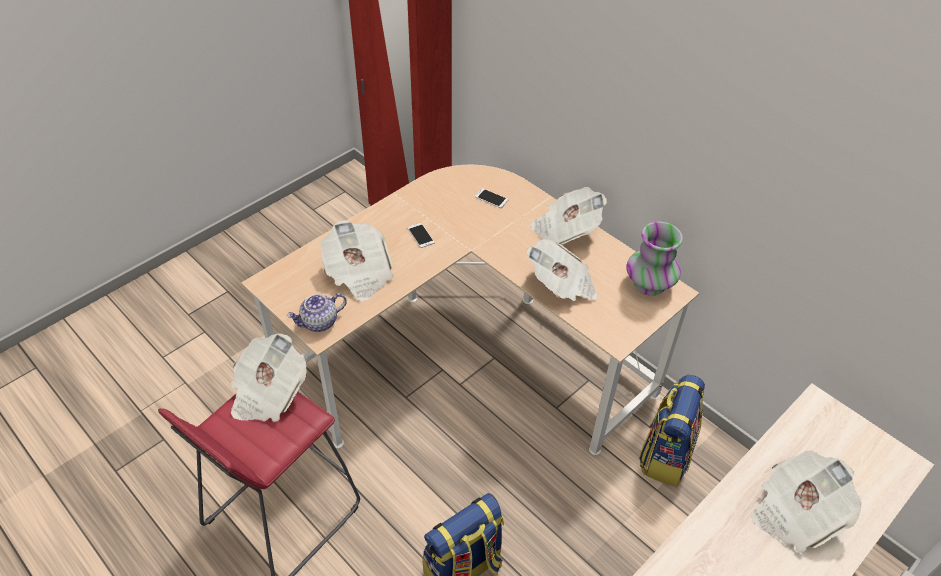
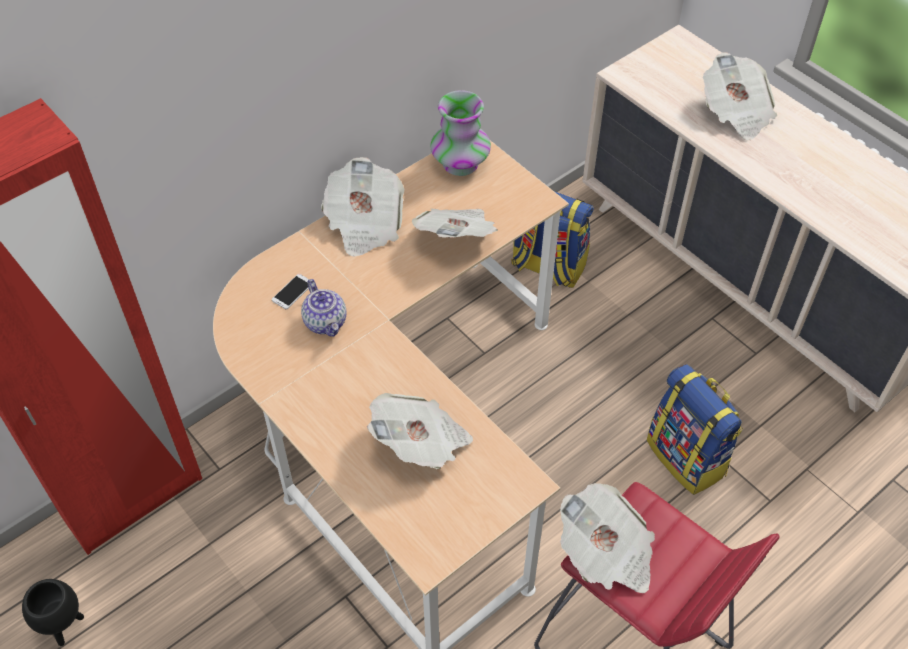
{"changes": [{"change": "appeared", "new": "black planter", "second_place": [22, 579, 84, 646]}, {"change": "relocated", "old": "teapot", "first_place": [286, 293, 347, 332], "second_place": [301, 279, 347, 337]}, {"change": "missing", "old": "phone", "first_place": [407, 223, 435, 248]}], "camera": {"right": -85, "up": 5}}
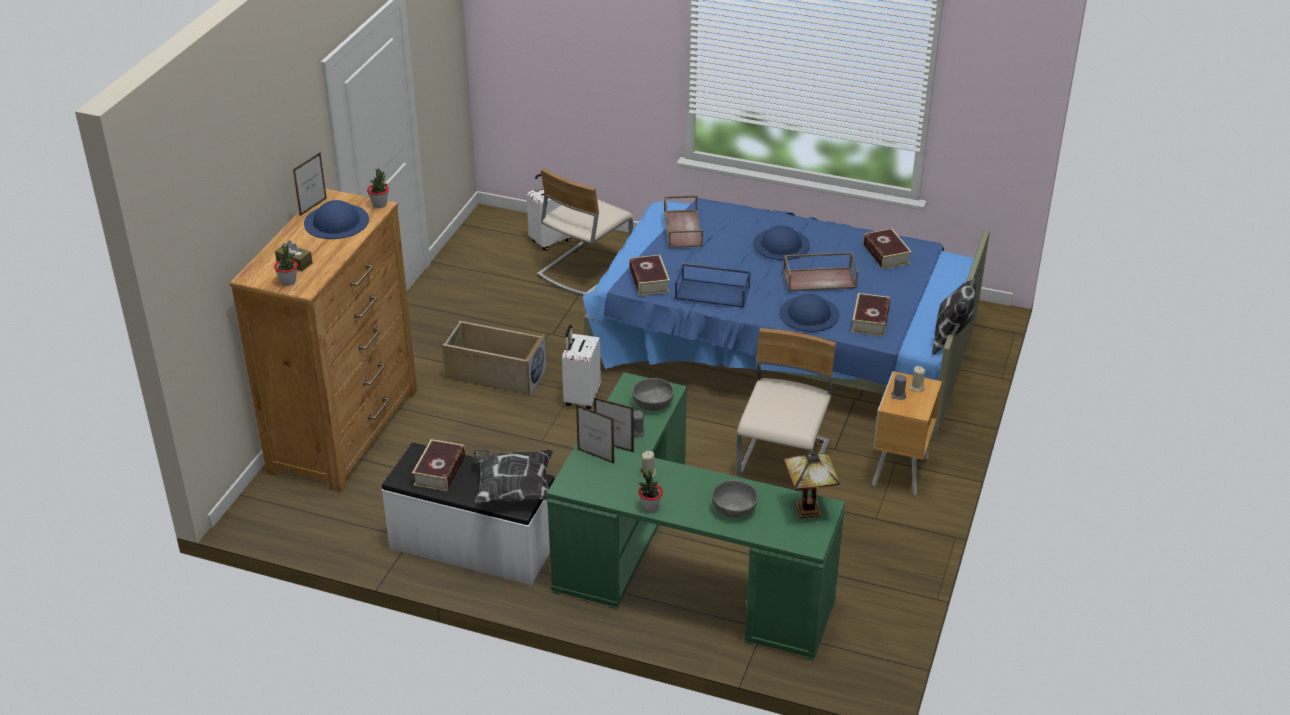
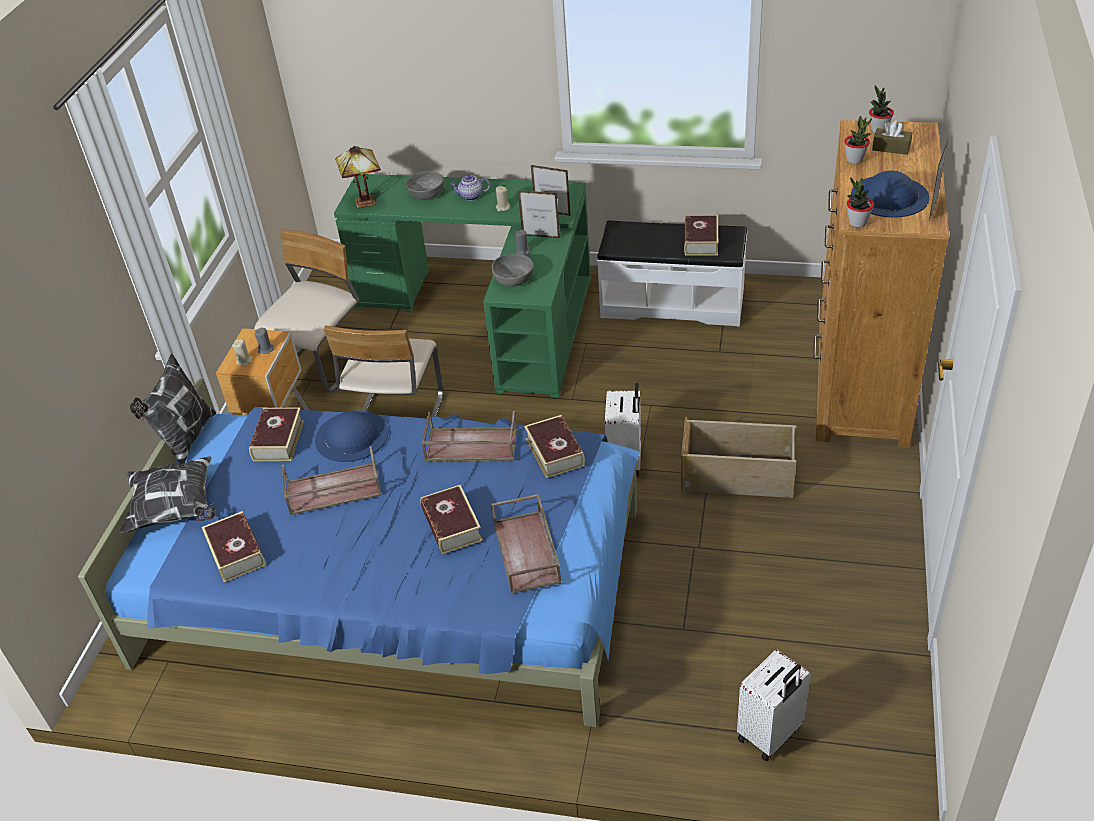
{"changes": [{"change": "relocated", "old": "pillow", "first_place": [473, 450, 553, 503], "second_place": [120, 456, 216, 533]}, {"change": "relocated", "old": "beige chair", "first_place": [537, 168, 634, 296], "second_place": [254, 229, 360, 392]}, {"change": "appeared", "new": "book", "second_place": [420, 485, 483, 554]}, {"change": "colour", "old": "blue tray", "new": "brown tray", "first_place": [675, 263, 751, 308], "second_place": [421, 411, 518, 461]}, {"change": "appeared", "new": "teapot", "second_place": [450, 175, 490, 201]}, {"change": "relocated", "old": "potted plant", "first_place": [639, 468, 663, 512], "second_place": [844, 116, 872, 164]}, {"change": "missing", "old": "blue hat", "first_place": [753, 225, 810, 260]}], "camera": {"right": 175, "up": 5}}
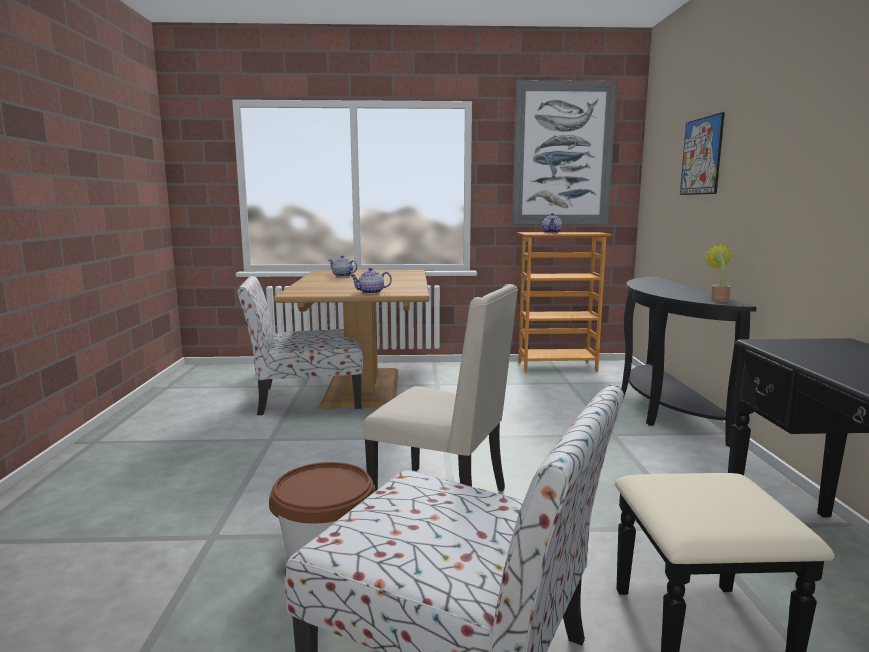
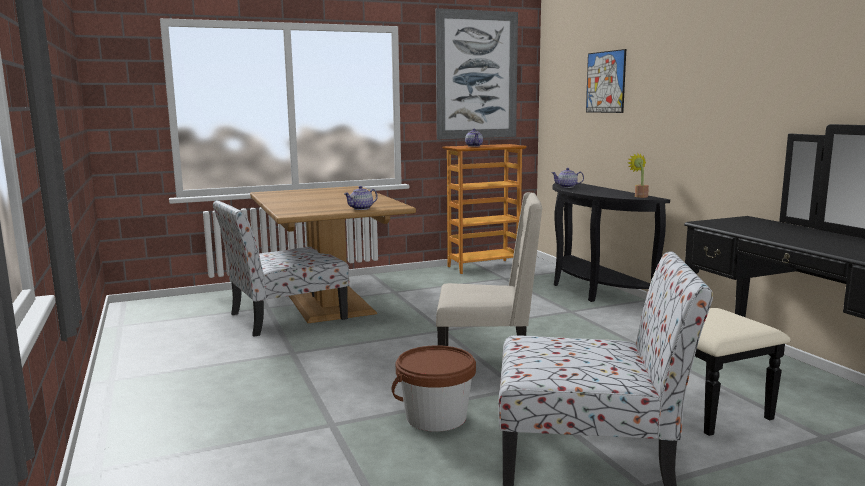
{"changes": [{"change": "relocated", "old": "teapot", "first_place": [329, 255, 357, 277], "second_place": [551, 168, 584, 188]}], "camera": {"right": -20, "up": 0}}
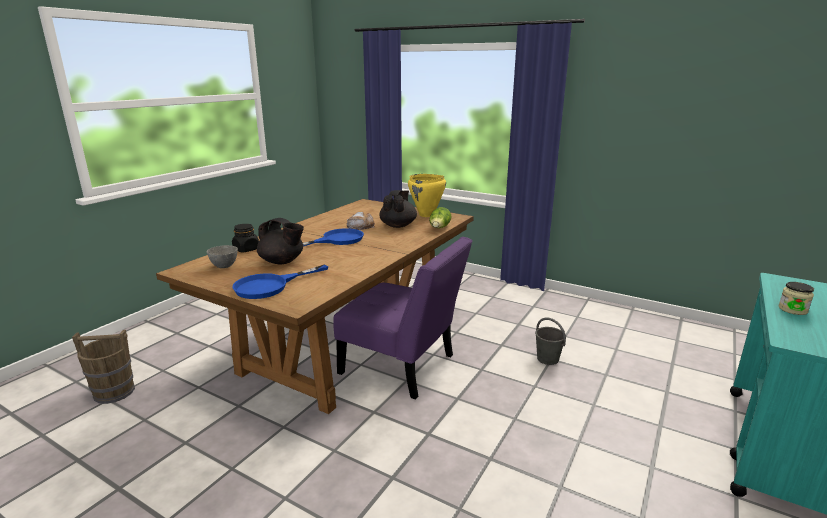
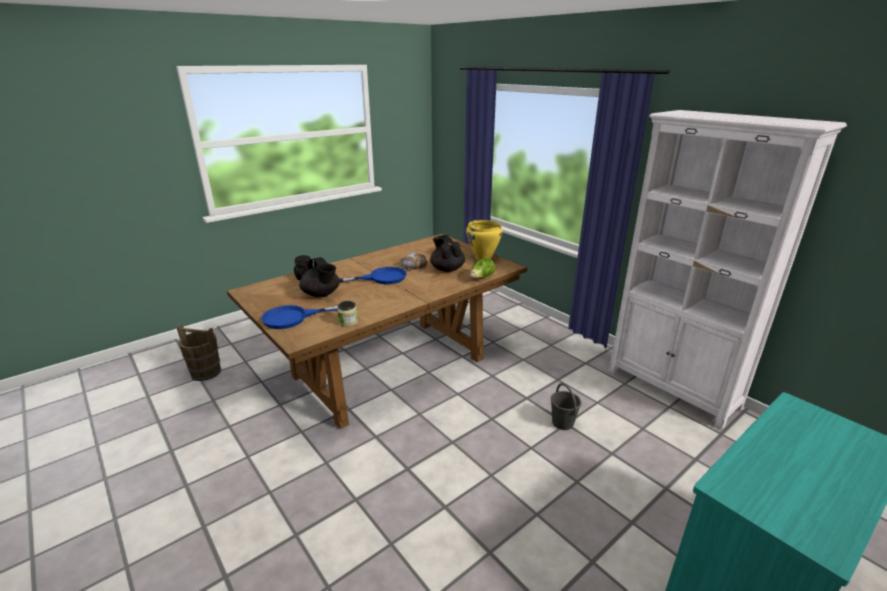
{"changes": [{"change": "relocated", "old": "jar", "first_place": [778, 282, 814, 315], "second_place": [337, 301, 358, 327]}, {"change": "spun", "old": "black teapot", "first_place": [379, 190, 417, 228], "second_place": [430, 235, 465, 272], "degrees": -60}, {"change": "appeared", "new": "white bookcase", "second_place": [608, 110, 847, 429]}, {"change": "missing", "old": "grey bowl", "first_place": [207, 245, 238, 268]}, {"change": "missing", "old": "purple chair", "first_place": [334, 237, 472, 400]}], "camera": {"right": 20, "up": 5}}
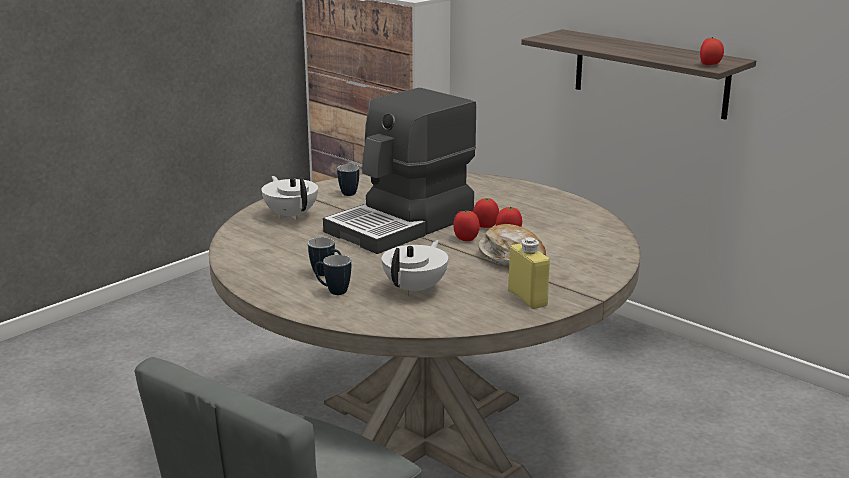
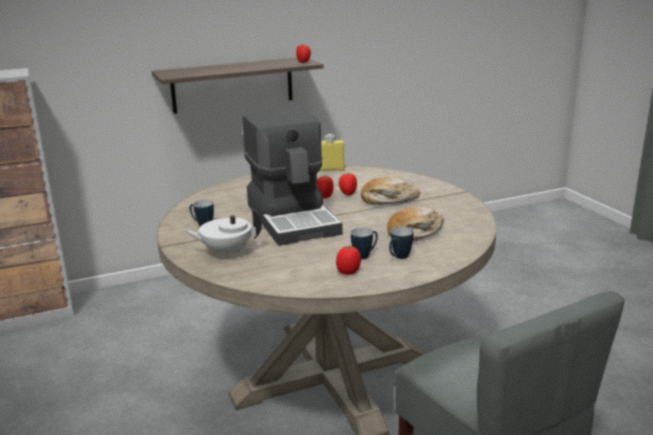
{"changes": [{"change": "relocated", "old": "yellow bottle", "first_place": [508, 237, 550, 309], "second_place": [319, 134, 345, 171]}, {"change": "relocated", "old": "tomato", "first_place": [453, 210, 480, 241], "second_place": [336, 246, 361, 275]}, {"change": "exchanged", "old": "white teapot", "new": "bread", "first_place": [382, 240, 448, 296], "second_place": [387, 206, 444, 241]}], "camera": {"right": -65, "up": 0}}
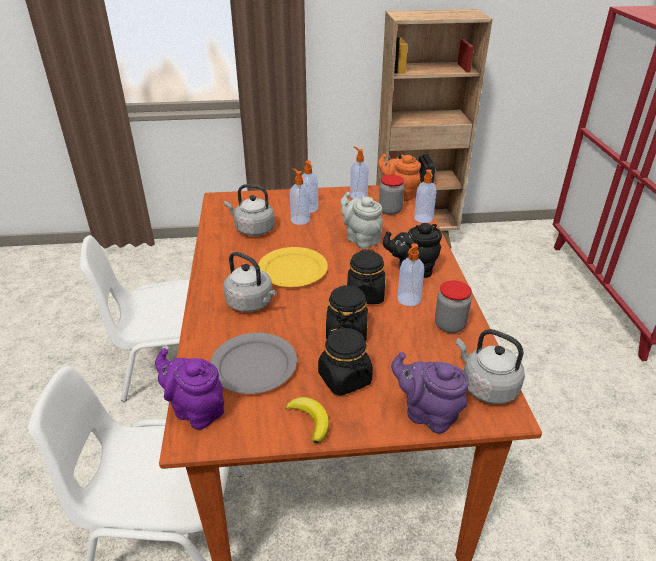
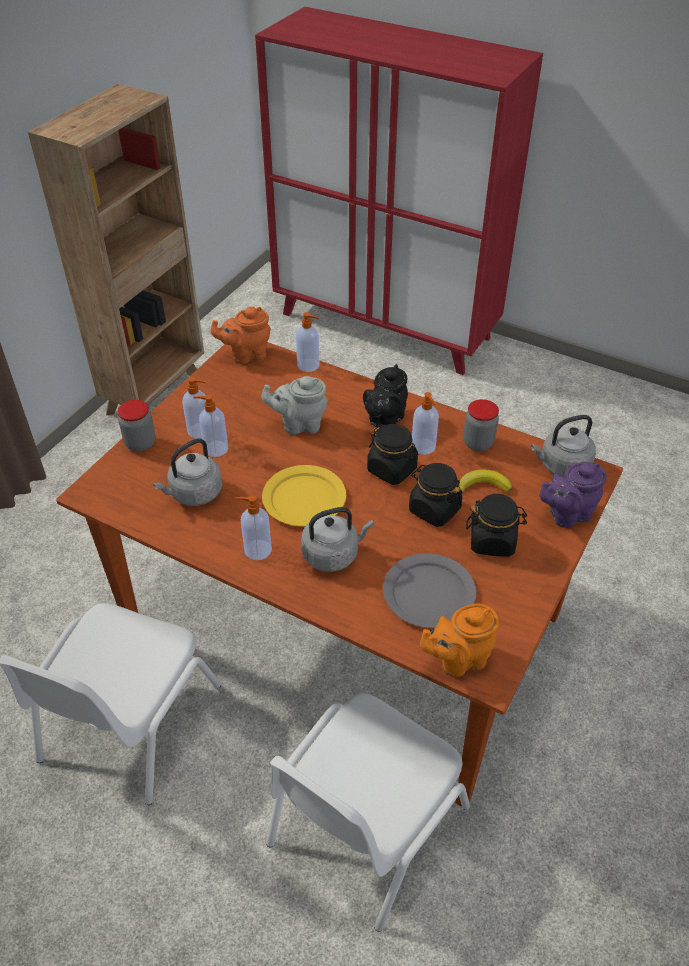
{"changes": [{"change": "relocated", "old": "jar", "first_place": [379, 175, 405, 215], "second_place": [118, 400, 156, 452]}, {"change": "relocated", "old": "soap dispenser", "first_place": [350, 146, 369, 200], "second_place": [235, 495, 272, 560]}, {"change": "colour", "old": "purple teapot", "new": "orange teapot", "first_place": [155, 348, 224, 430], "second_place": [420, 604, 499, 677]}, {"change": "relocated", "old": "banana", "first_place": [285, 397, 329, 443], "second_place": [459, 469, 512, 493]}], "camera": {"right": -55, "up": 10}}
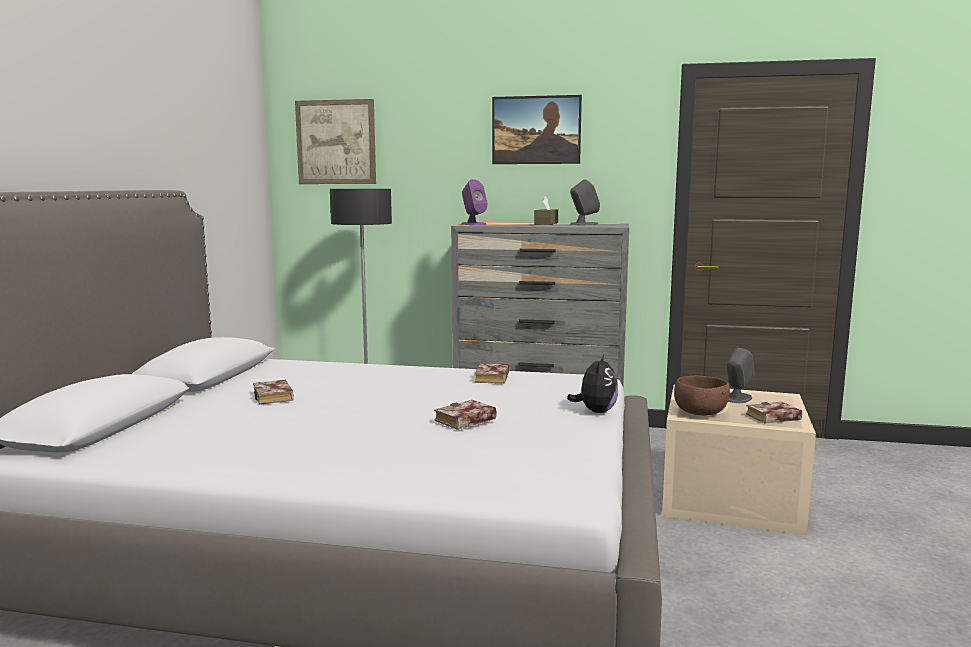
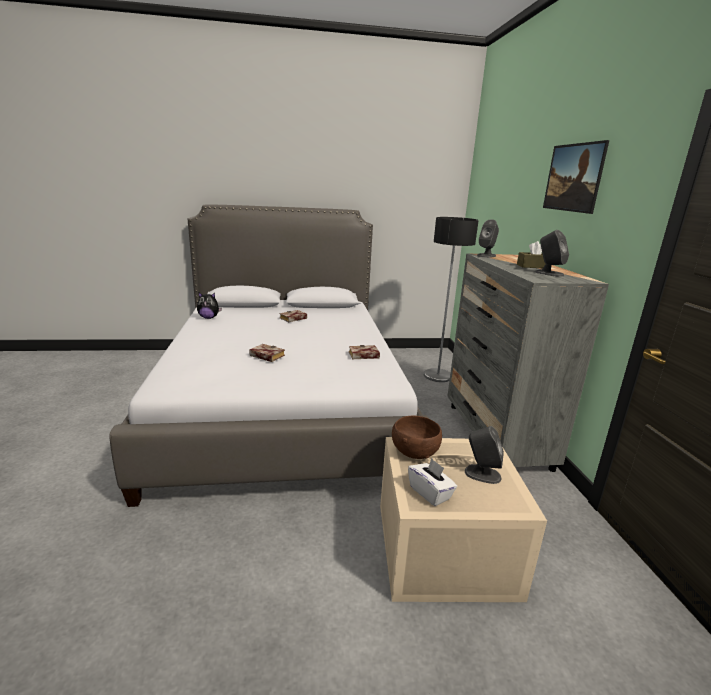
{"changes": [{"change": "relocated", "old": "plush toy", "first_place": [567, 353, 618, 413], "second_place": [197, 292, 222, 319]}, {"change": "exchanged", "old": "book", "new": "white tissue box", "first_place": [746, 402, 802, 423], "second_place": [408, 458, 457, 506]}, {"change": "colour", "old": "purple speaker", "new": "grey speaker", "first_place": [462, 179, 488, 225], "second_place": [477, 219, 499, 258]}, {"change": "missing", "old": "picture", "first_place": [295, 99, 376, 184]}], "camera": {"right": 70, "up": 10}}
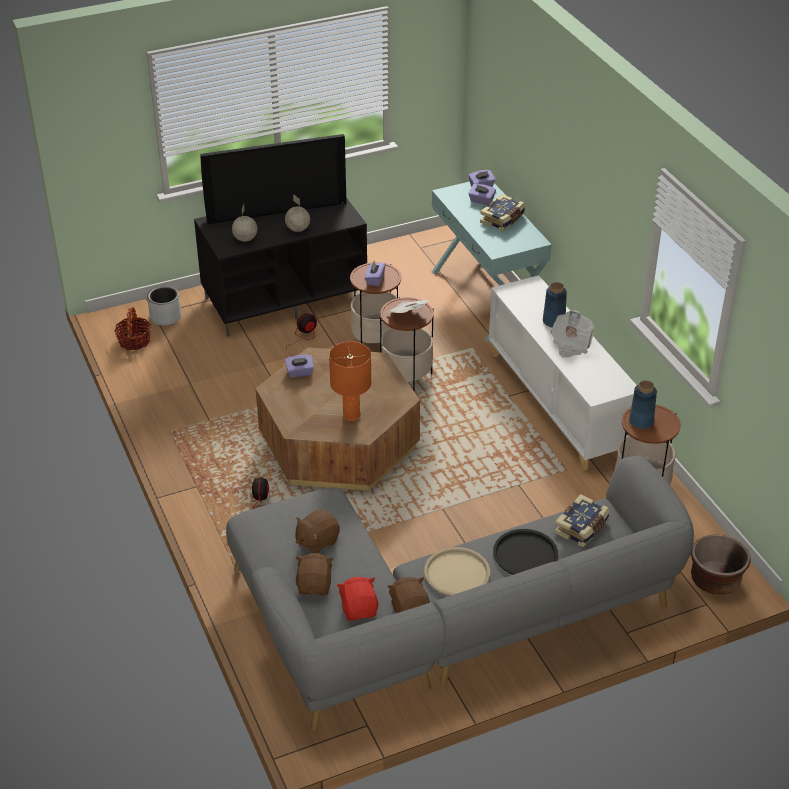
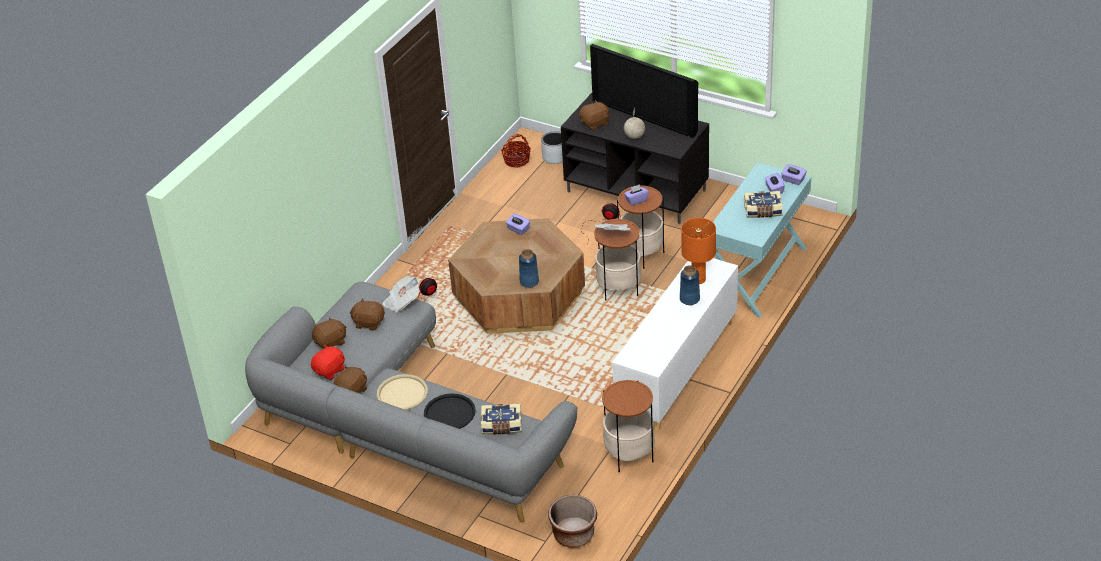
{"changes": [{"change": "relocated", "old": "newspaper", "first_place": [551, 310, 595, 357], "second_place": [383, 276, 419, 313]}, {"change": "relocated", "old": "blue vase", "first_place": [629, 380, 657, 429], "second_place": [519, 249, 539, 288]}, {"change": "exchanged", "old": "globe", "new": "brown plush toy", "first_place": [232, 204, 257, 242], "second_place": [579, 100, 610, 130]}, {"change": "relocated", "old": "orange table lamp", "first_place": [329, 342, 371, 421], "second_place": [681, 218, 716, 284]}], "camera": {"right": 55, "up": 0}}
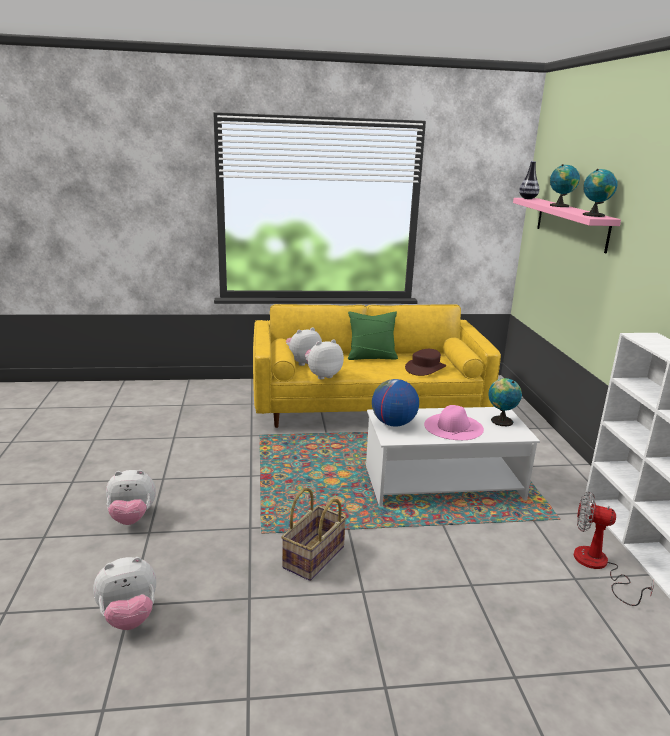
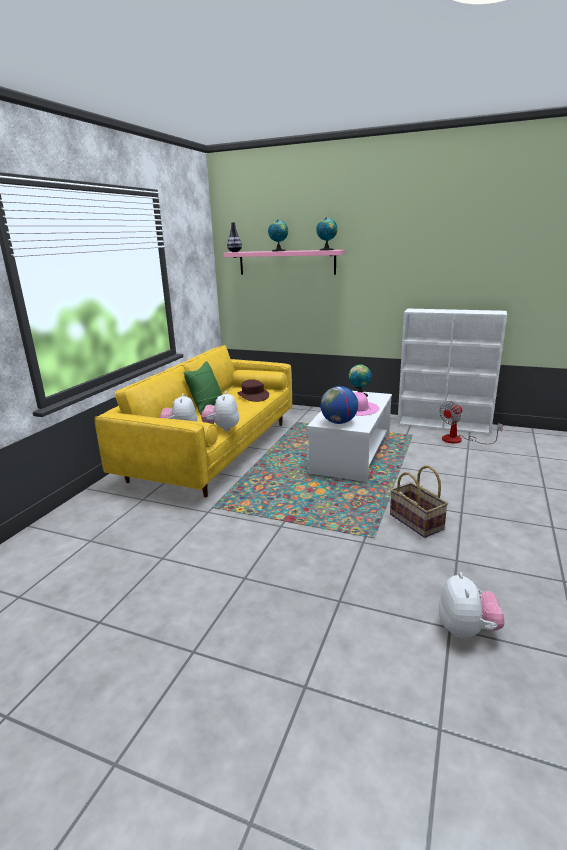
{"changes": [{"change": "missing", "old": "plush toy", "first_place": [106, 470, 156, 525]}], "camera": {"right": -60, "up": 0}}
